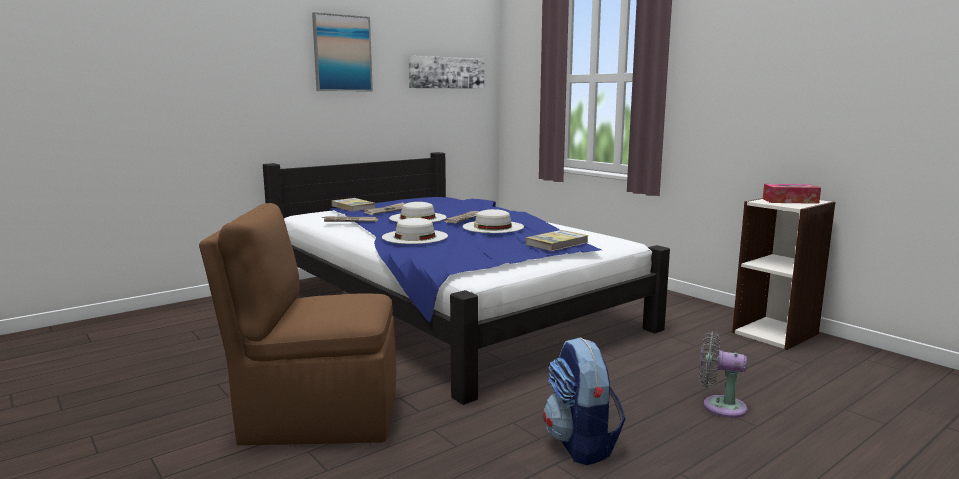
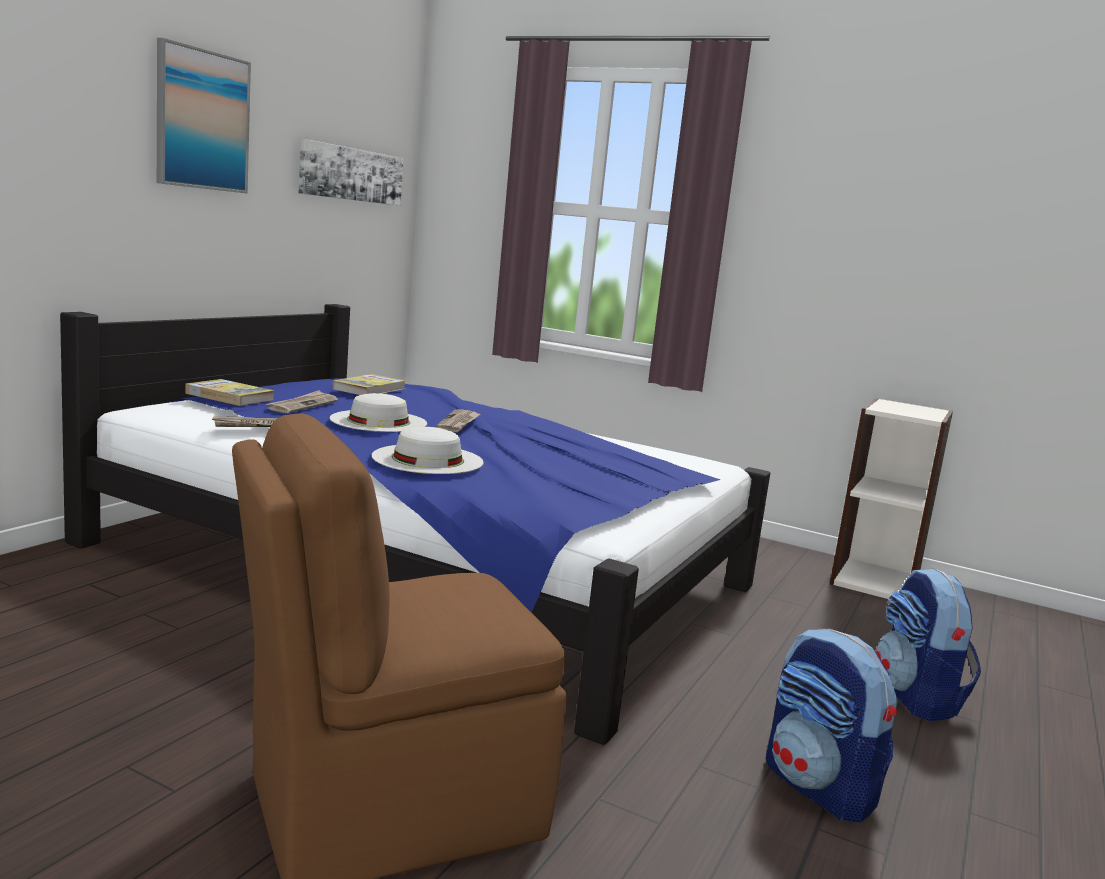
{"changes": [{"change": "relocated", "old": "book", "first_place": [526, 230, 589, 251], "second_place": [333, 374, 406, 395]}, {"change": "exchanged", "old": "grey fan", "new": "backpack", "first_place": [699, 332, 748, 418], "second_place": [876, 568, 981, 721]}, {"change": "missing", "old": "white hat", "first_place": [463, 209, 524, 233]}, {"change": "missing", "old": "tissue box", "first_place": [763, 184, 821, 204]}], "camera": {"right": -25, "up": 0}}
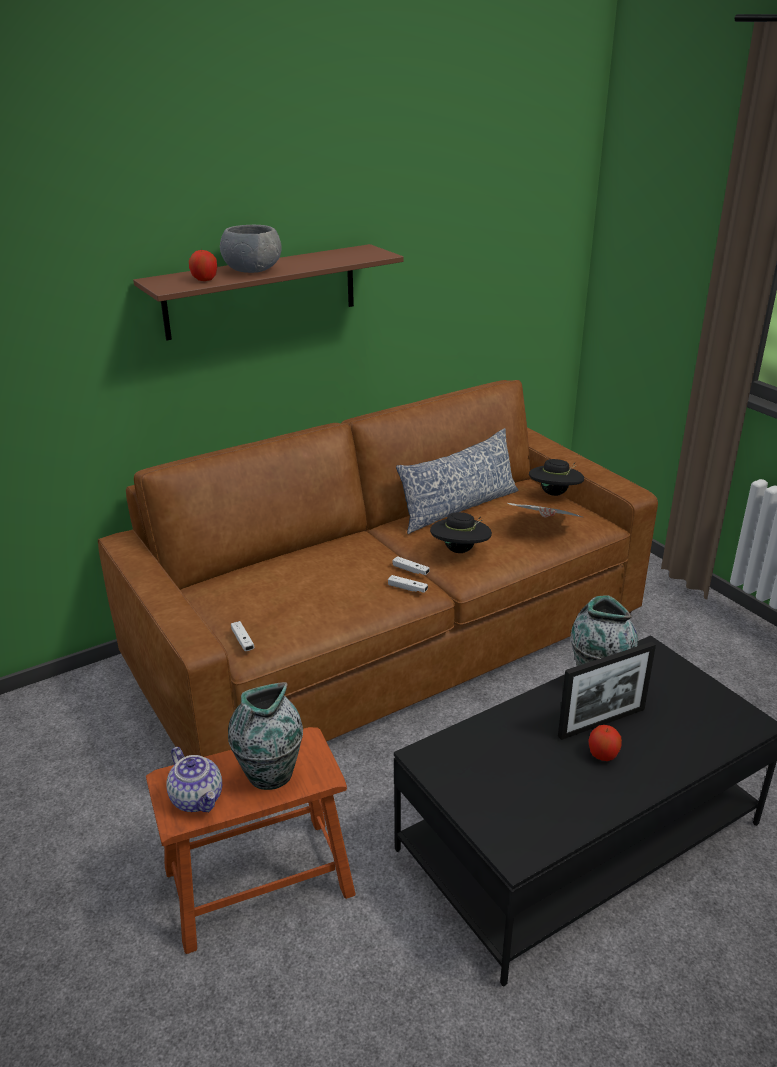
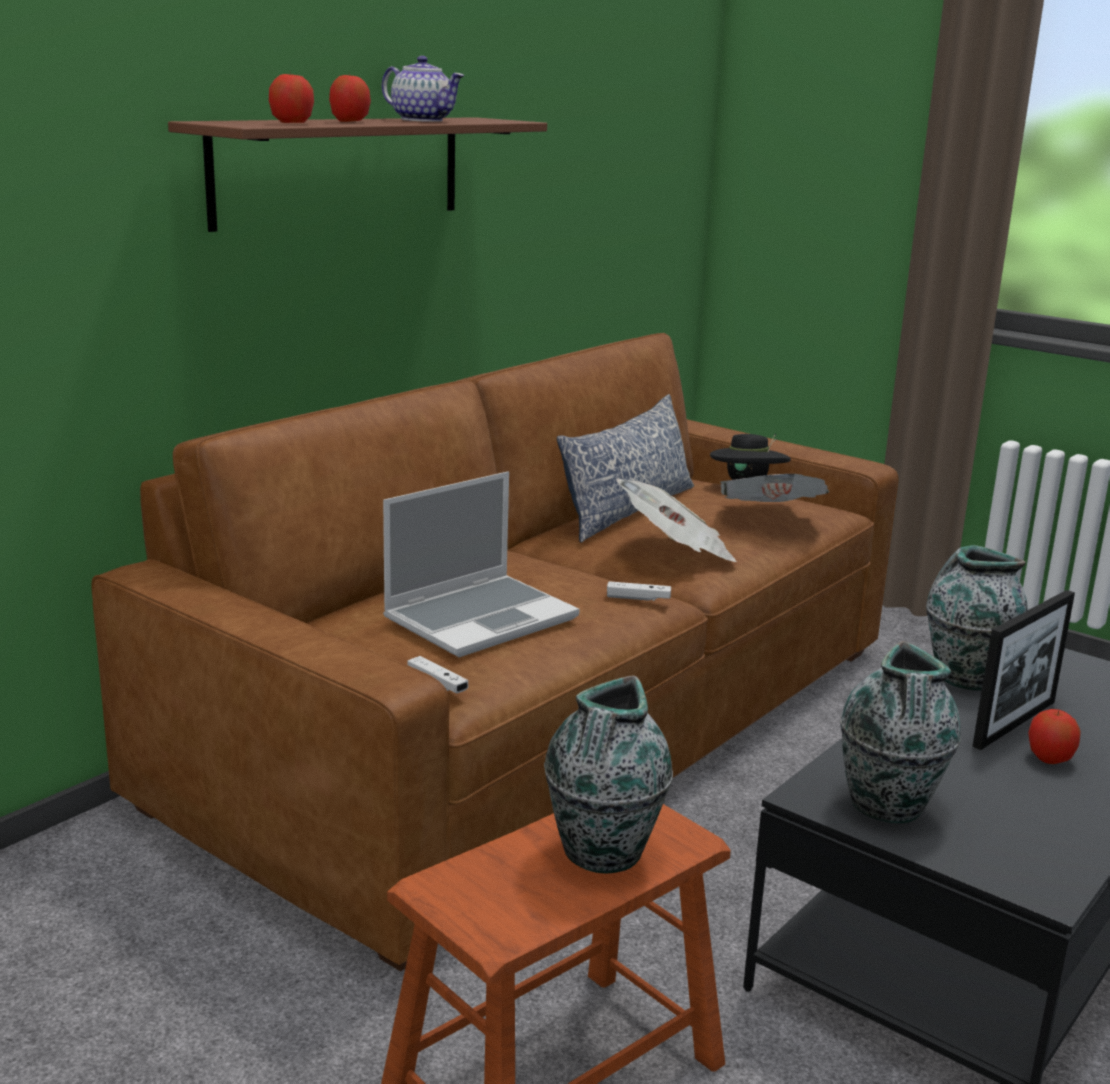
{"changes": [{"change": "exchanged", "old": "grey bowl", "new": "apple", "first_place": [220, 225, 282, 273], "second_place": [329, 73, 371, 122]}, {"change": "relocated", "old": "teapot", "first_place": [166, 747, 222, 812], "second_place": [382, 56, 464, 122]}, {"change": "appeared", "new": "laptop", "second_place": [383, 471, 580, 657]}, {"change": "exchanged", "old": "black hat", "new": "newspaper", "first_place": [430, 512, 492, 553], "second_place": [616, 479, 738, 562]}, {"change": "appeared", "new": "vase", "second_place": [840, 641, 961, 823]}, {"change": "missing", "old": "white game controller", "first_place": [393, 556, 430, 575]}], "camera": {"right": -20, "up": -10}}
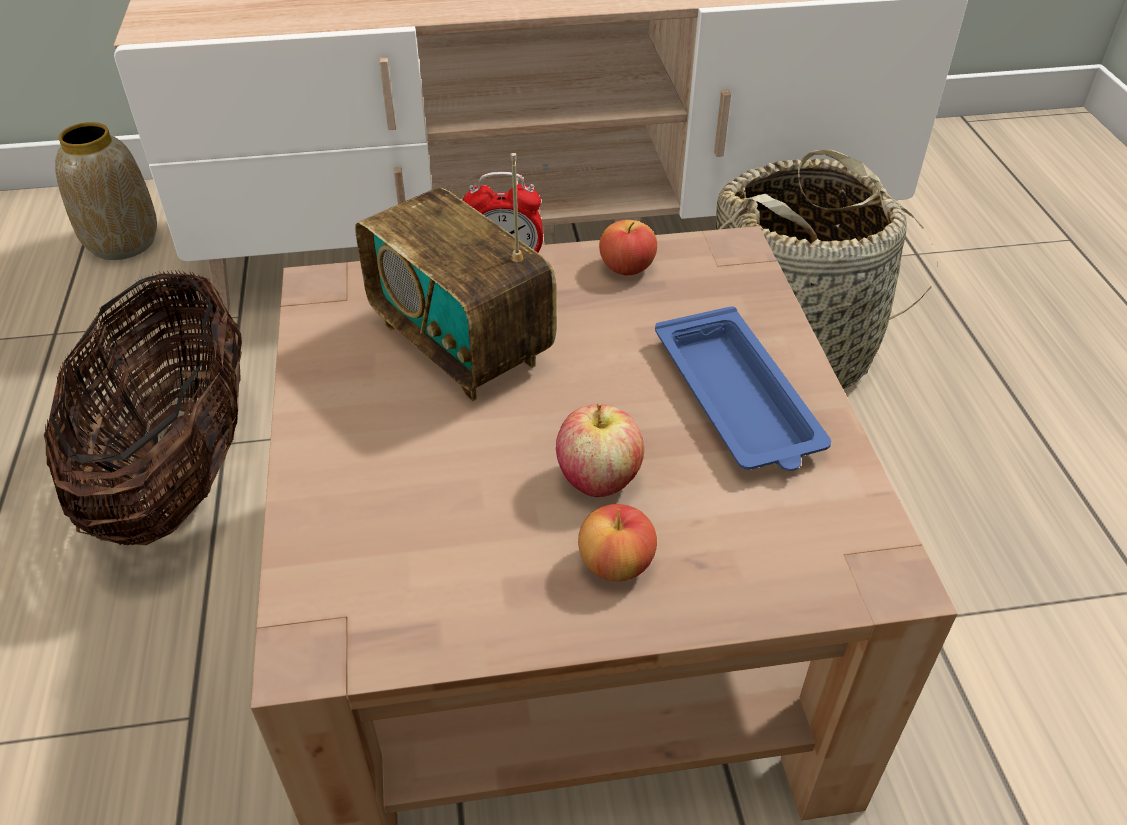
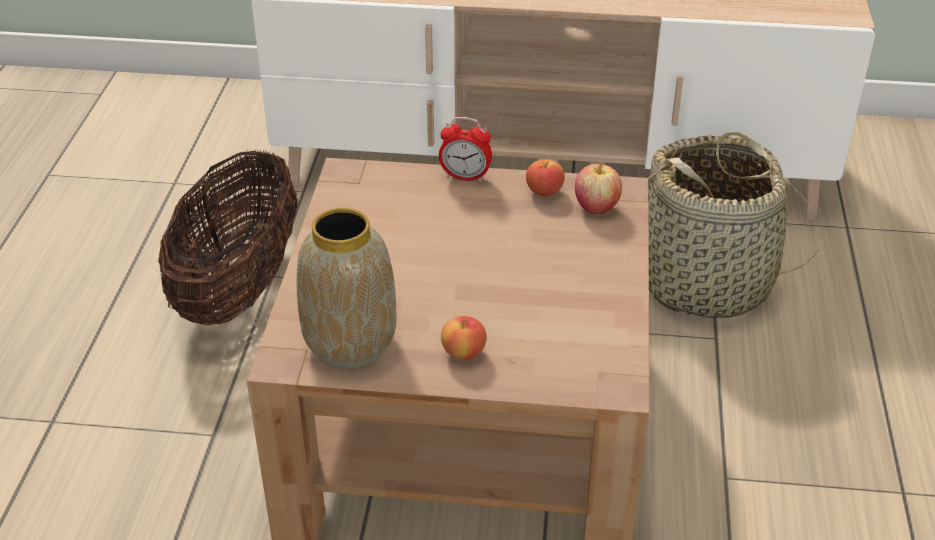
{"changes": [{"change": "relocated", "old": "vase", "first_place": [55, 122, 157, 260], "second_place": [296, 208, 396, 368]}, {"change": "relocated", "old": "apple", "first_place": [556, 403, 644, 497], "second_place": [575, 162, 622, 214]}, {"change": "missing", "old": "radio", "first_place": [355, 153, 557, 401]}, {"change": "missing", "old": "blue tray", "first_place": [655, 306, 831, 471]}], "camera": {"right": 15, "up": -5}}
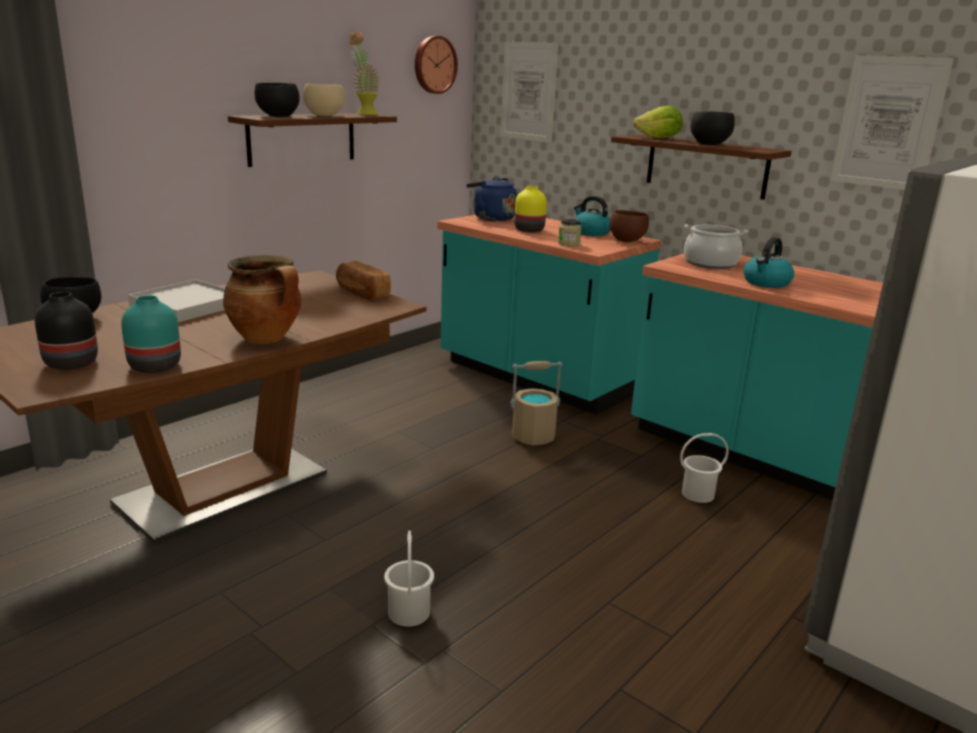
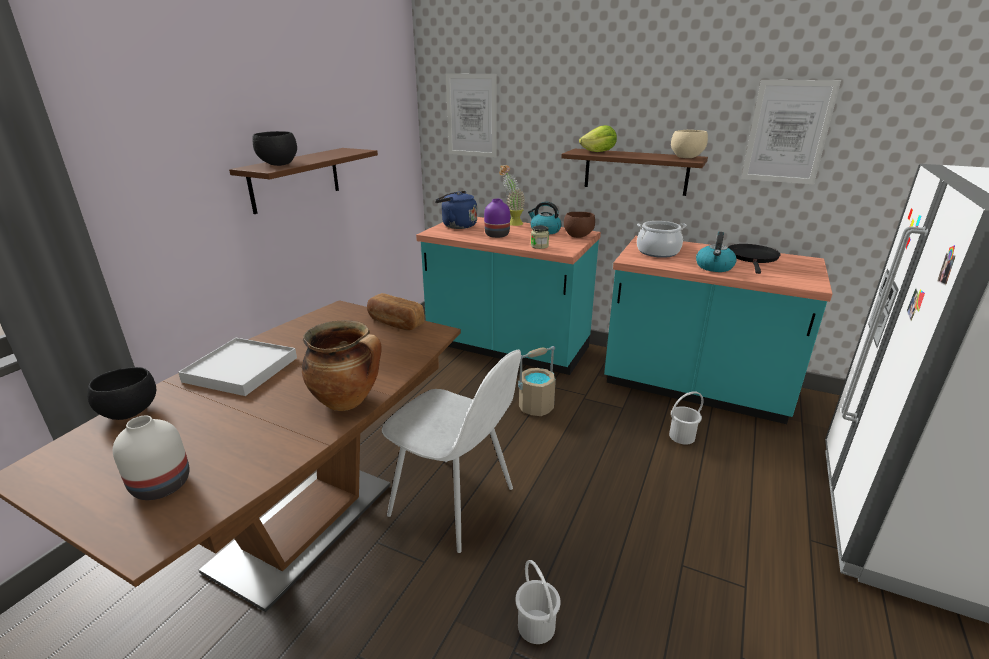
{"changes": [{"change": "colour", "old": "black vase", "new": "white vase", "first_place": [35, 292, 98, 370], "second_place": [113, 416, 190, 500]}, {"change": "appeared", "new": "white chair", "second_place": [382, 349, 521, 553]}, {"change": "colour", "old": "yellow vase", "new": "purple vase", "first_place": [515, 186, 547, 233], "second_place": [484, 199, 510, 238]}, {"change": "relocated", "old": "potted plant", "first_place": [349, 32, 380, 115], "second_place": [499, 165, 525, 226]}, {"change": "relocated", "old": "beige bowl", "first_place": [303, 84, 345, 116], "second_place": [671, 130, 708, 158]}, {"change": "appeared", "new": "black frying pan", "second_place": [727, 244, 781, 274]}, {"change": "missing", "old": "turquoise vase", "first_place": [121, 295, 181, 373]}, {"change": "missing", "old": "wall clock", "first_place": [415, 36, 458, 94]}, {"change": "missing", "old": "black bowl", "first_place": [690, 111, 735, 145]}], "camera": {"right": -15, "up": 5}}
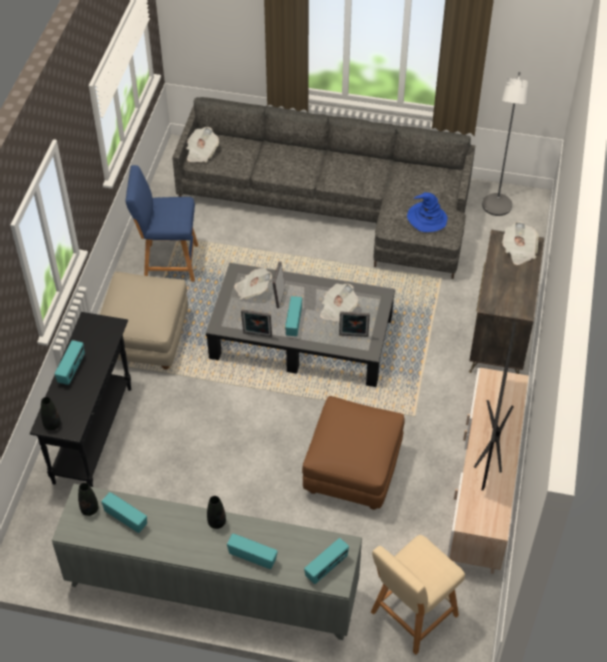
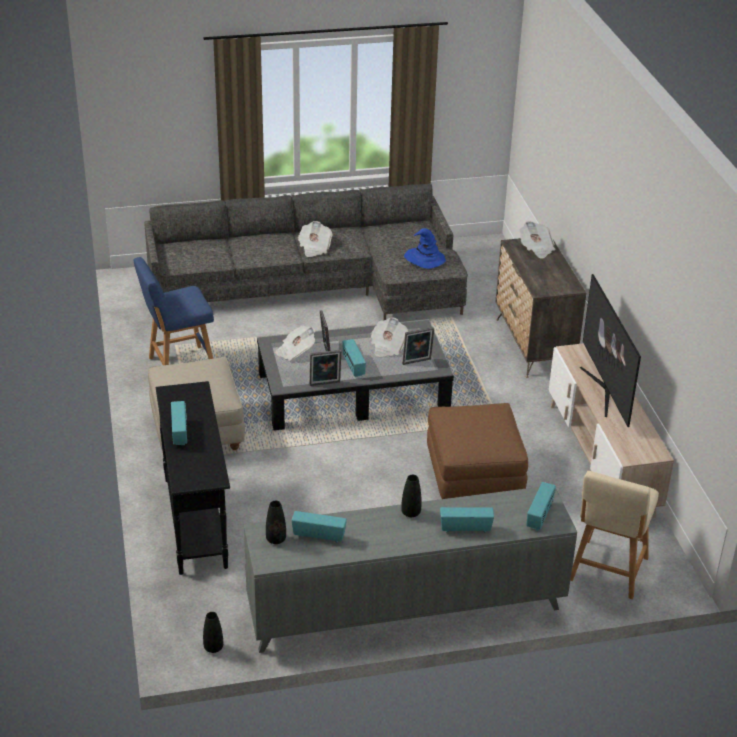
{"changes": [{"change": "relocated", "old": "black vase", "first_place": [41, 397, 61, 430], "second_place": [203, 612, 223, 653]}, {"change": "relocated", "old": "newspaper", "first_place": [186, 127, 219, 163], "second_place": [298, 221, 333, 257]}, {"change": "missing", "old": "grey floor lamp", "first_place": [482, 72, 529, 216]}], "camera": {"right": -25, "up": -15}}
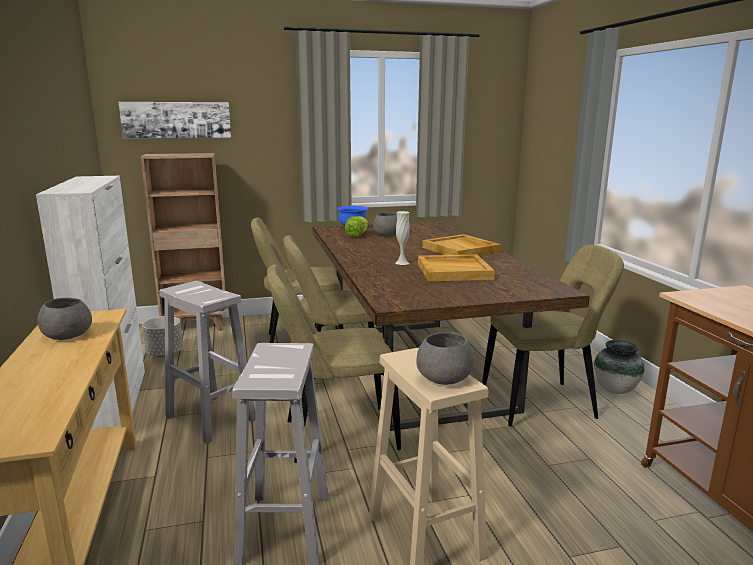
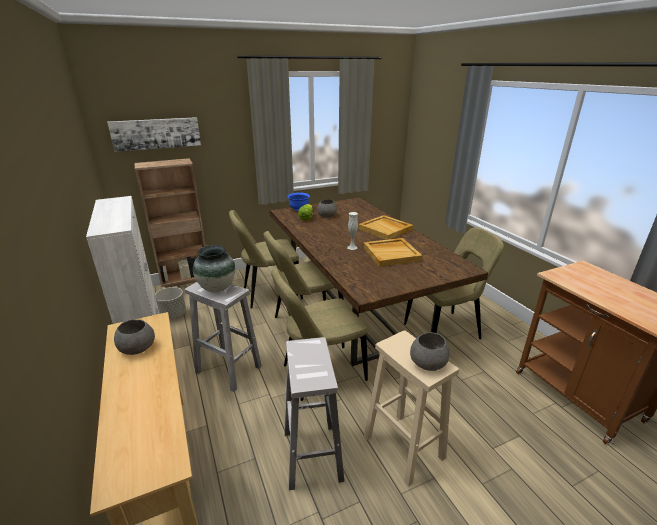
{"changes": [{"change": "relocated", "old": "vase", "first_place": [594, 340, 644, 394], "second_place": [193, 245, 235, 292]}], "camera": {"right": -10, "up": 10}}
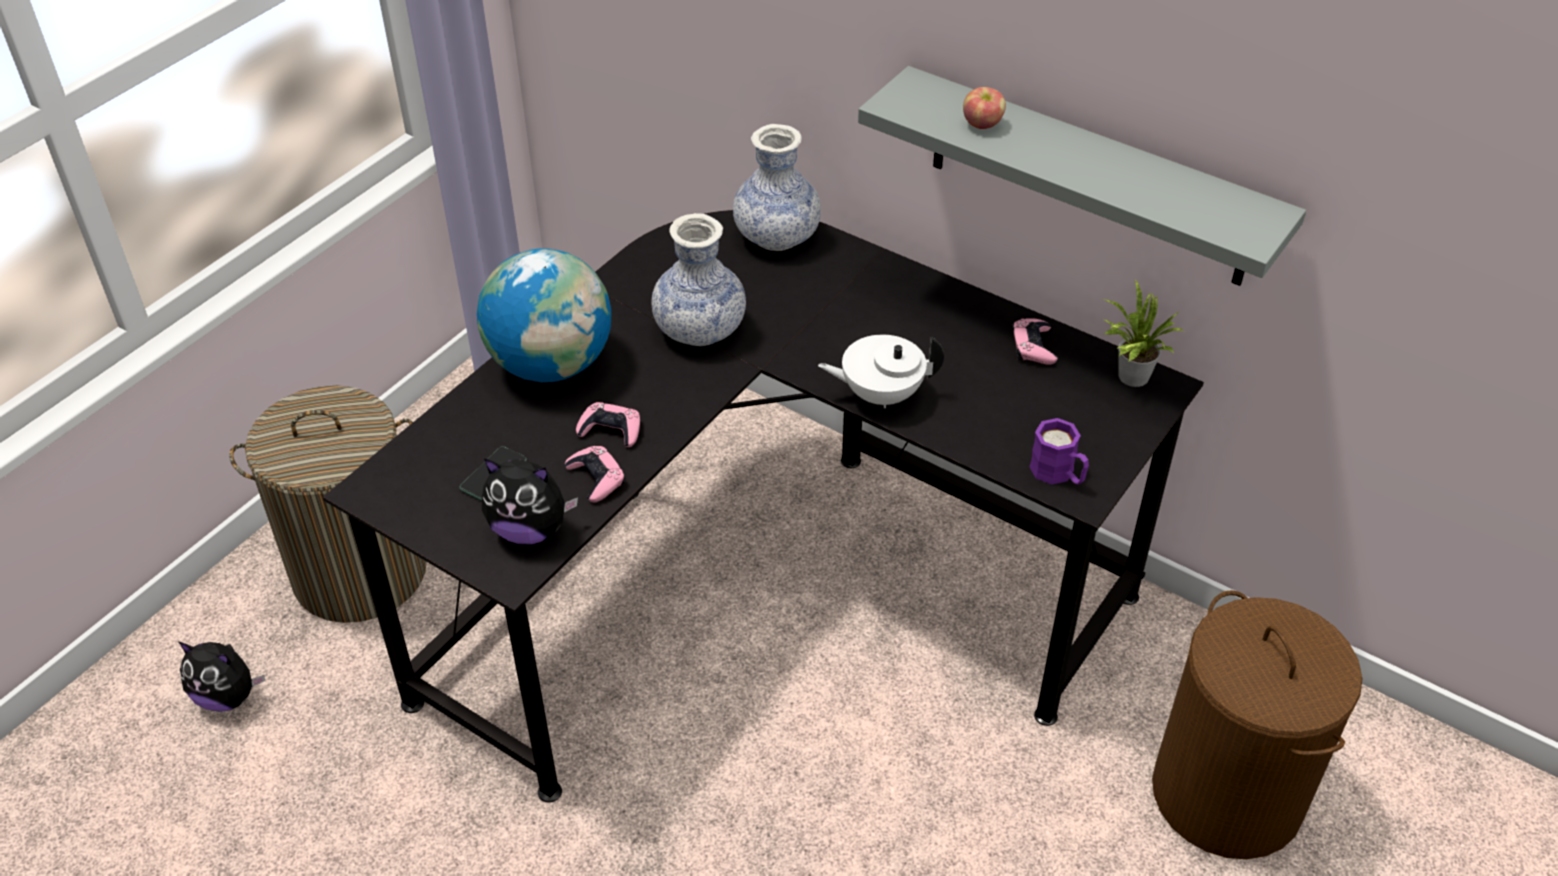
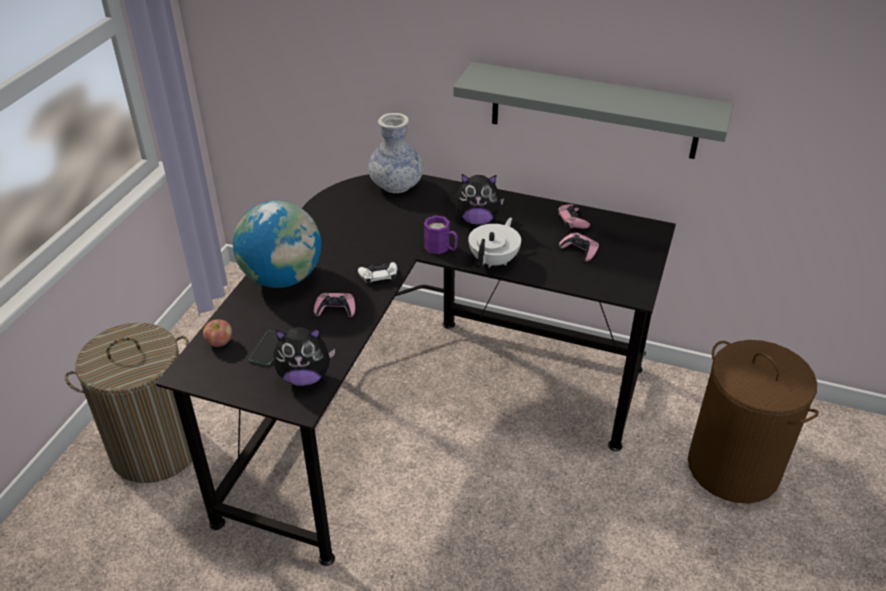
{"changes": [{"change": "relocated", "old": "apple", "first_place": [963, 87, 1006, 129], "second_place": [203, 319, 232, 347]}, {"change": "appeared", "new": "white game controller", "second_place": [358, 262, 397, 285]}, {"change": "relocated", "old": "purple mug", "first_place": [1029, 418, 1089, 485], "second_place": [424, 215, 458, 254]}, {"change": "relocated", "old": "plush toy", "first_place": [178, 642, 265, 712], "second_place": [455, 174, 504, 225]}, {"change": "spun", "old": "white teapot", "first_place": [818, 335, 944, 408], "second_place": [468, 217, 521, 268], "degrees": 135}, {"change": "relocated", "old": "pink game controller", "first_place": [565, 446, 625, 502], "second_place": [559, 233, 599, 261]}, {"change": "missing", "old": "vase", "first_place": [652, 213, 746, 346]}, {"change": "missing", "old": "potted plant", "first_place": [1103, 279, 1184, 387]}], "camera": {"right": -15, "up": -5}}
